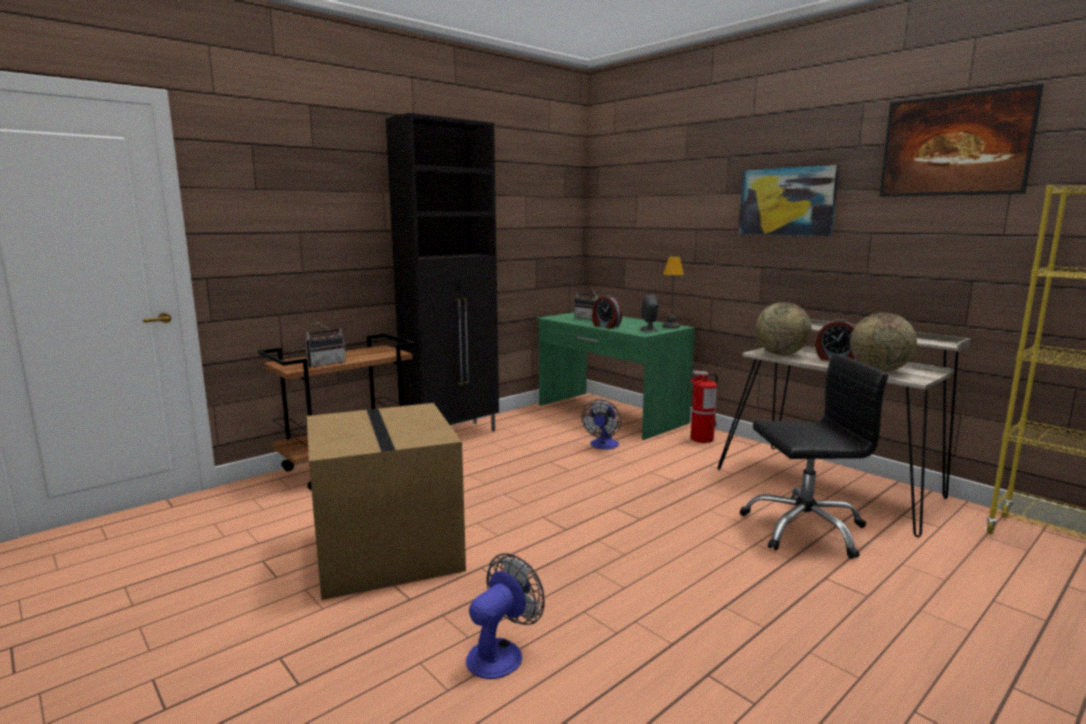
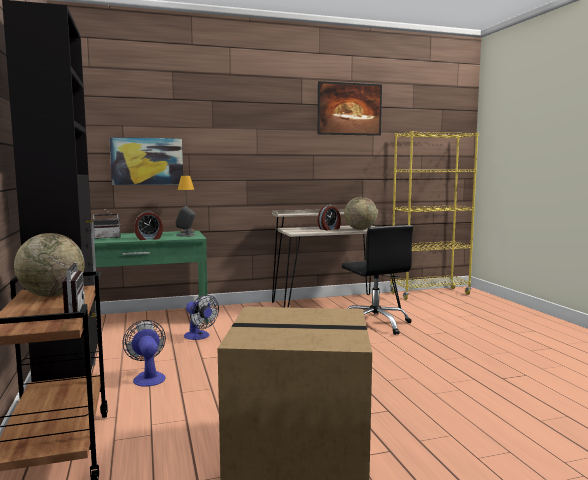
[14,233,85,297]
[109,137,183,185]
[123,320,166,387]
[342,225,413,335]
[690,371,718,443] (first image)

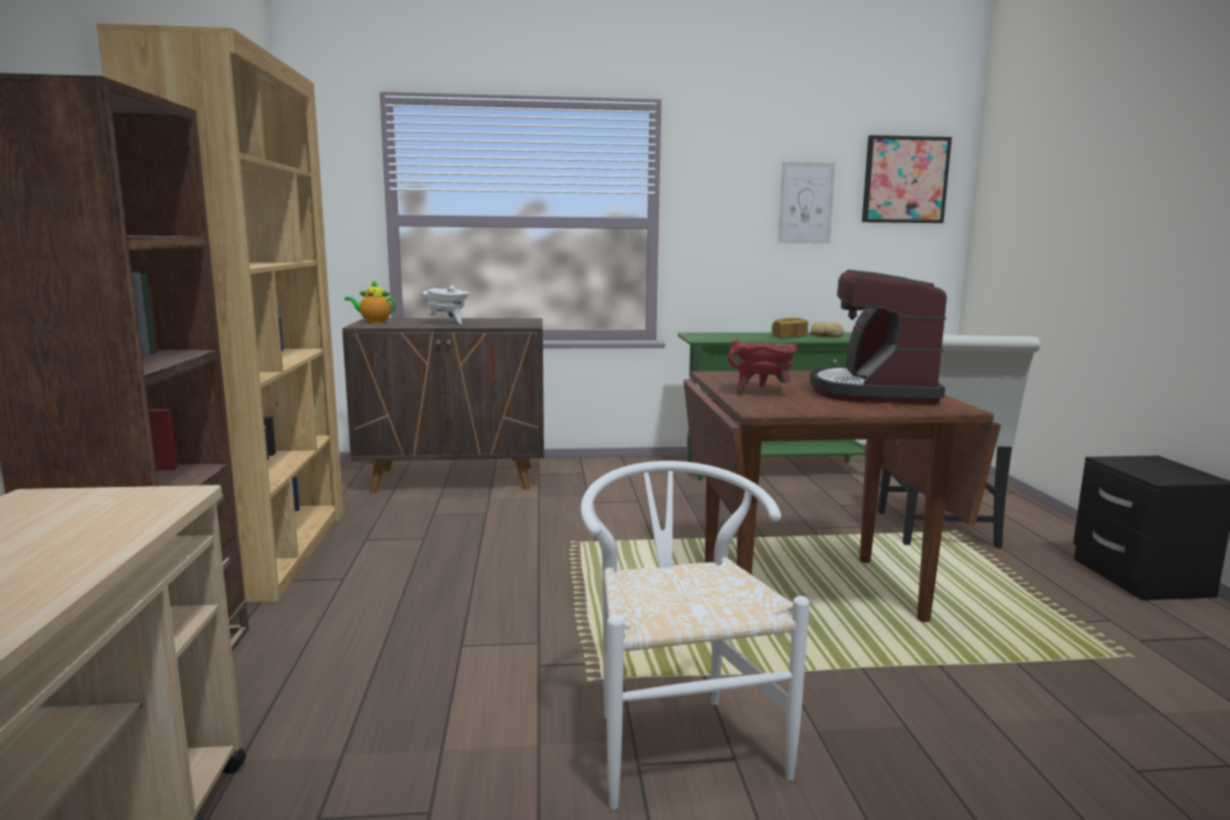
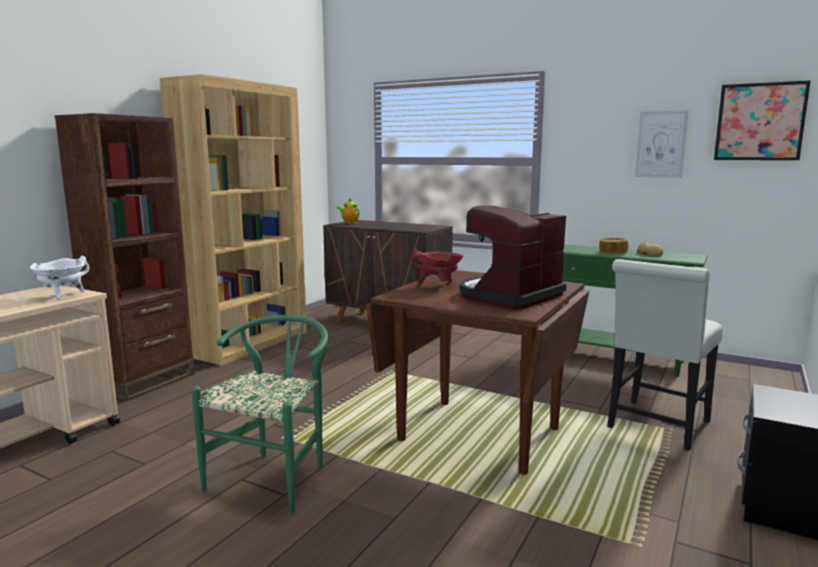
[30,256,89,300]
[191,315,328,514]

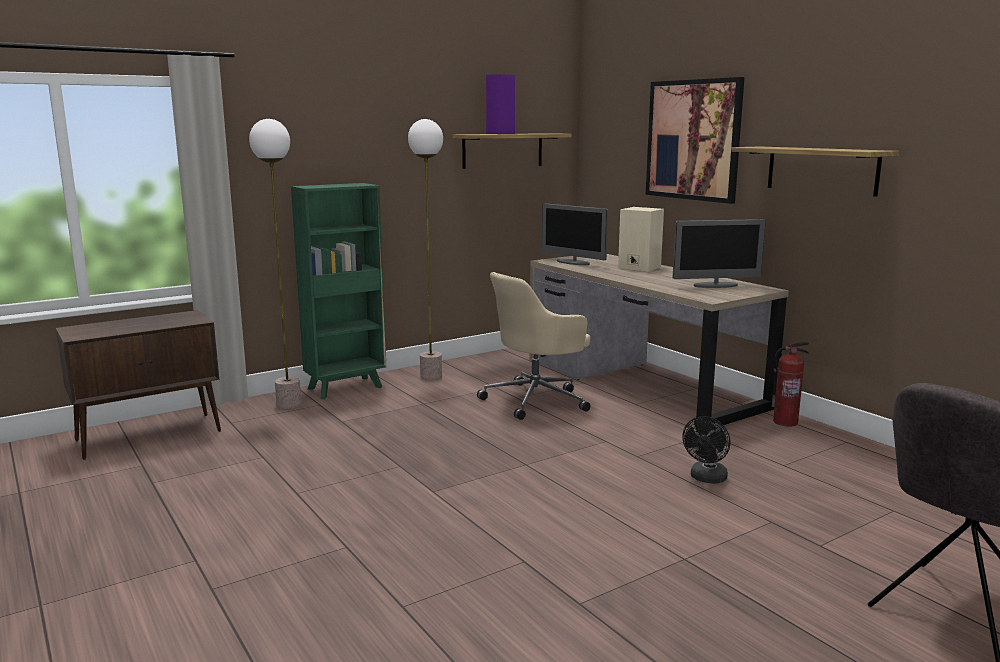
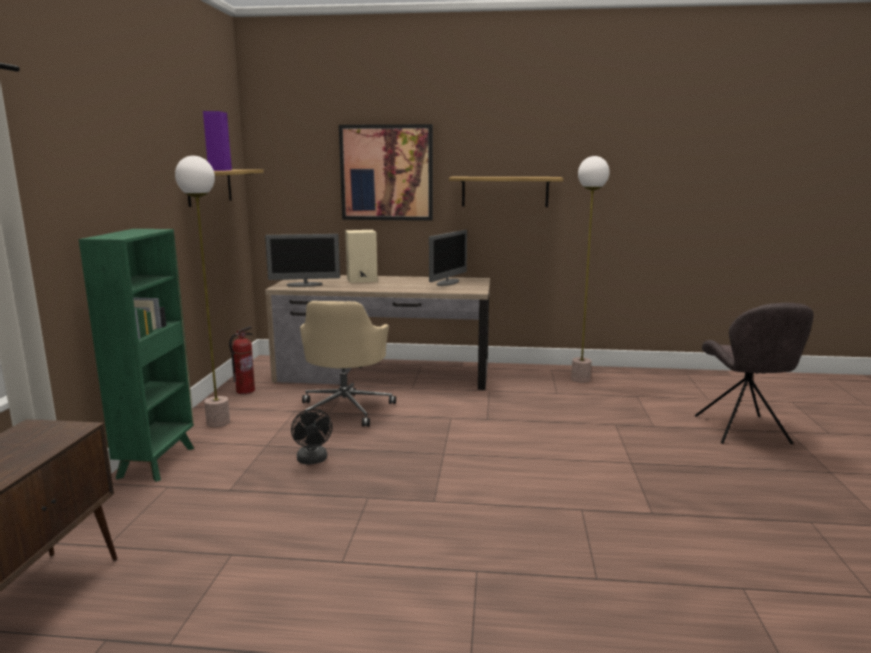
[229,326,255,394]
[291,409,333,465]
[571,156,610,383]

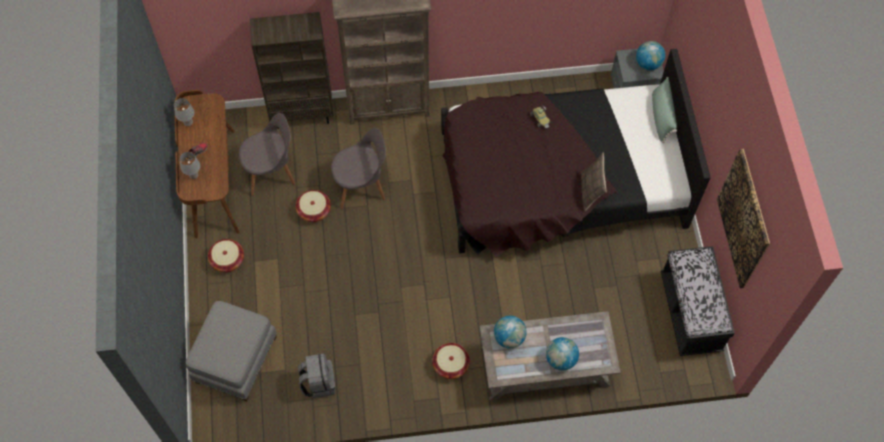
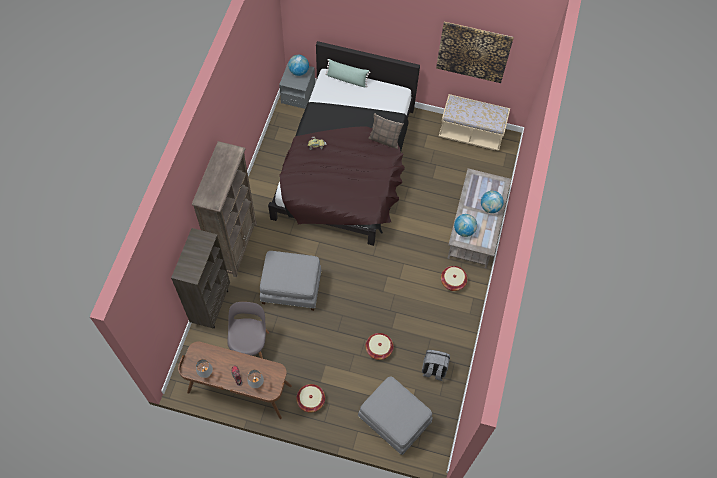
[260,251,321,311]
[366,333,393,360]
[439,94,510,151]

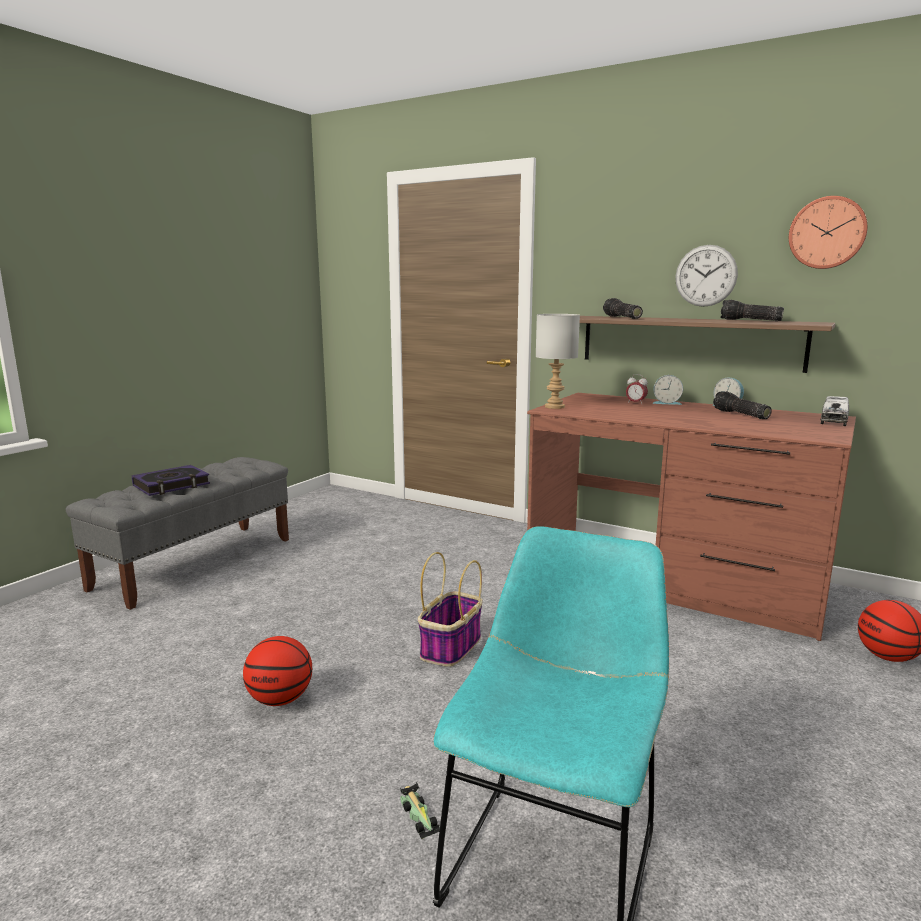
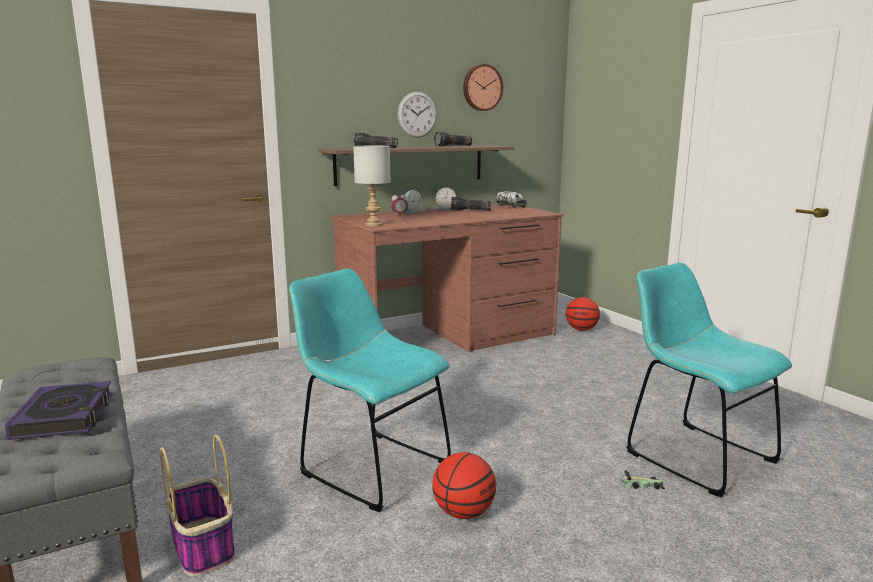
[160,435,235,577]
[289,268,451,512]

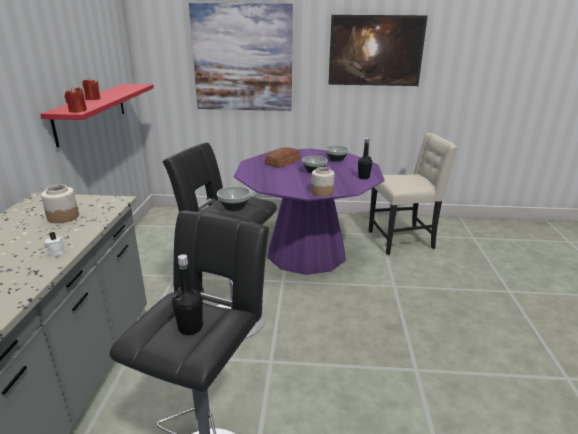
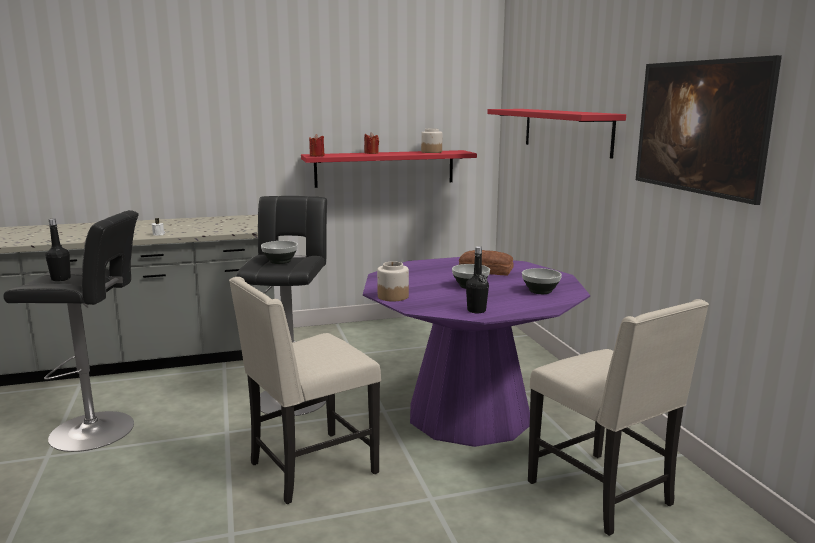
[229,277,381,504]
[421,129,442,153]
[487,109,626,159]

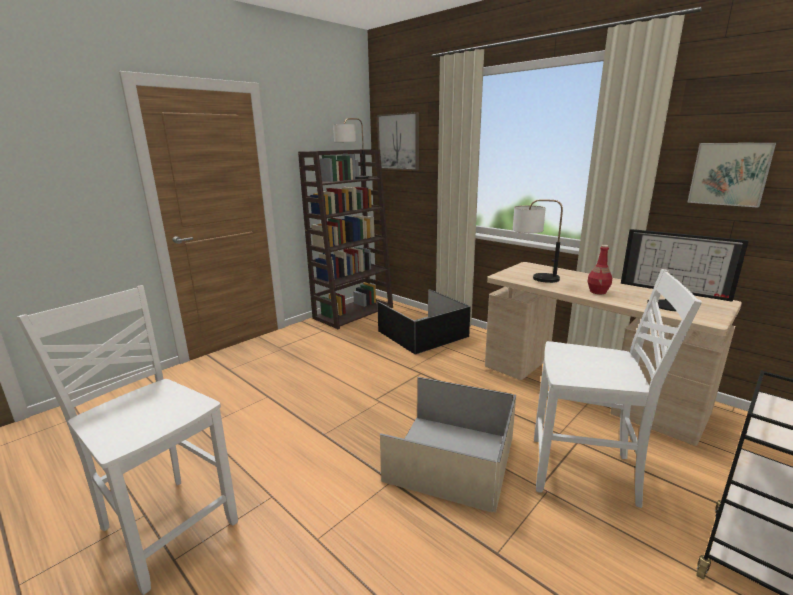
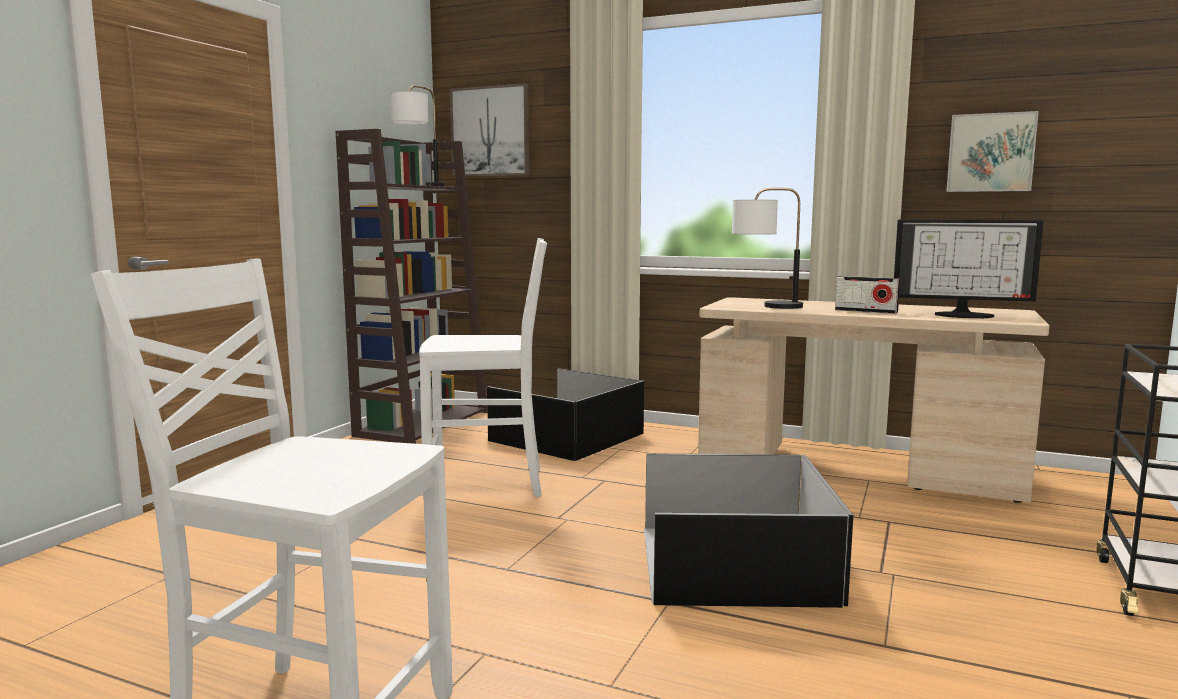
[419,238,547,500]
[644,453,853,608]
[835,276,900,314]

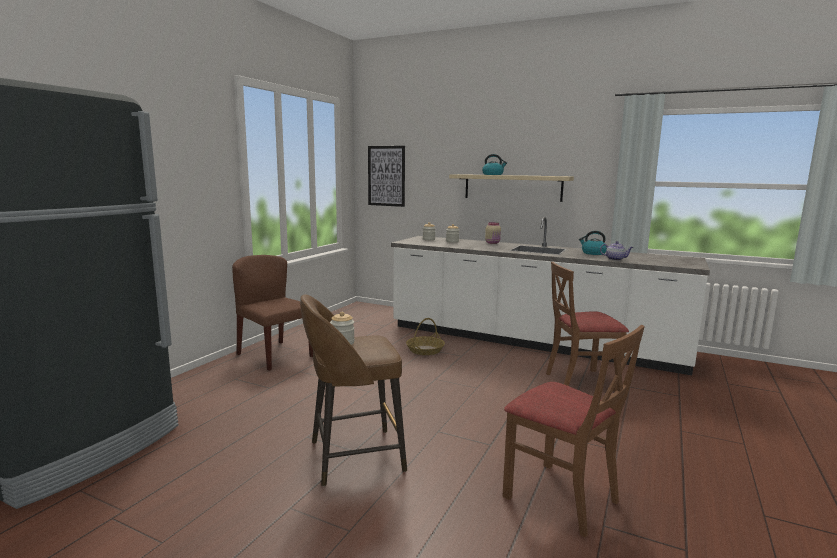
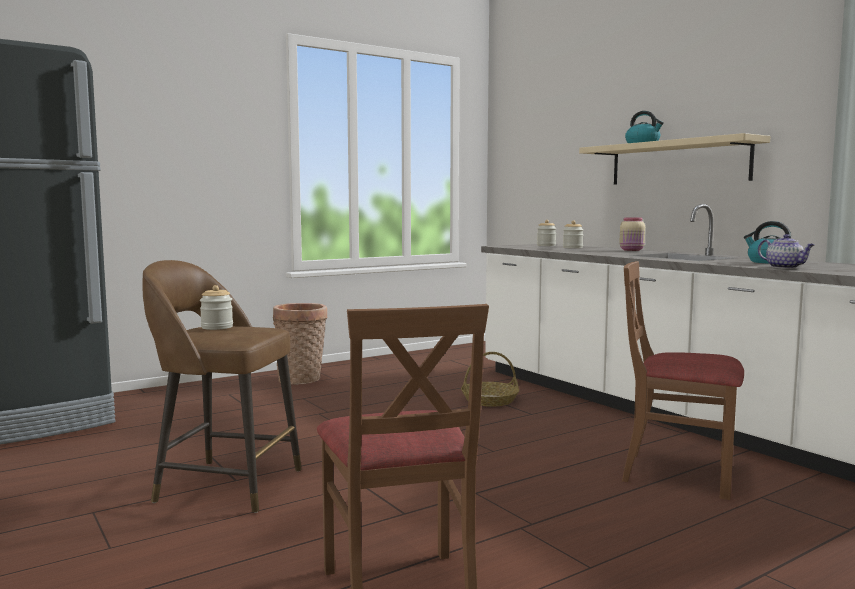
[273,303,328,385]
[368,146,405,207] (first image)

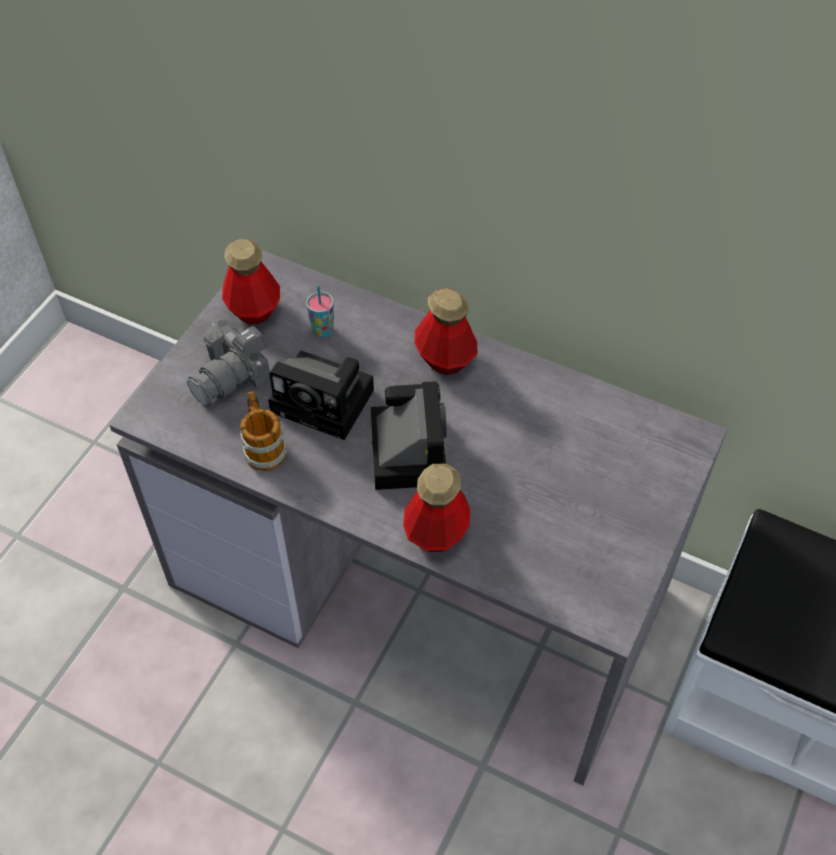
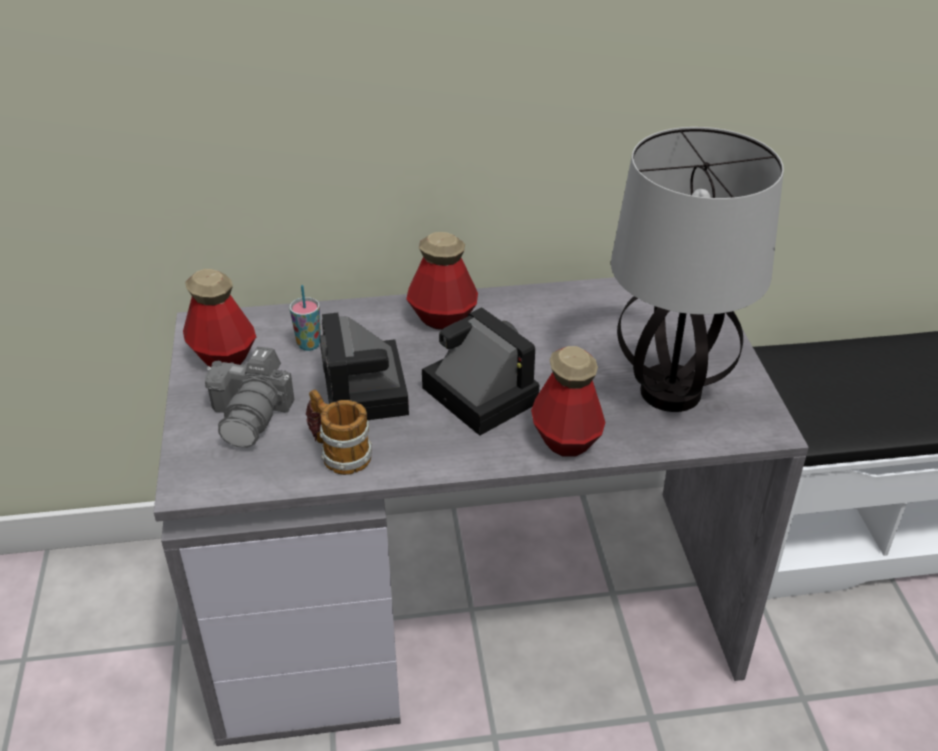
[320,313,409,420]
[611,127,784,412]

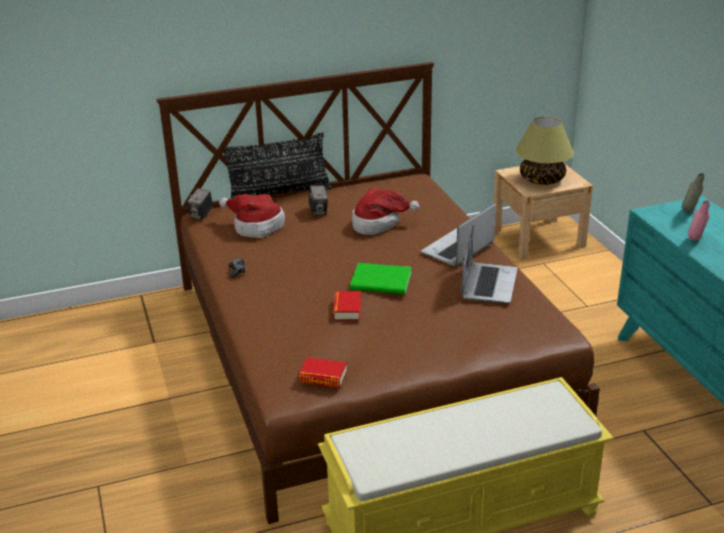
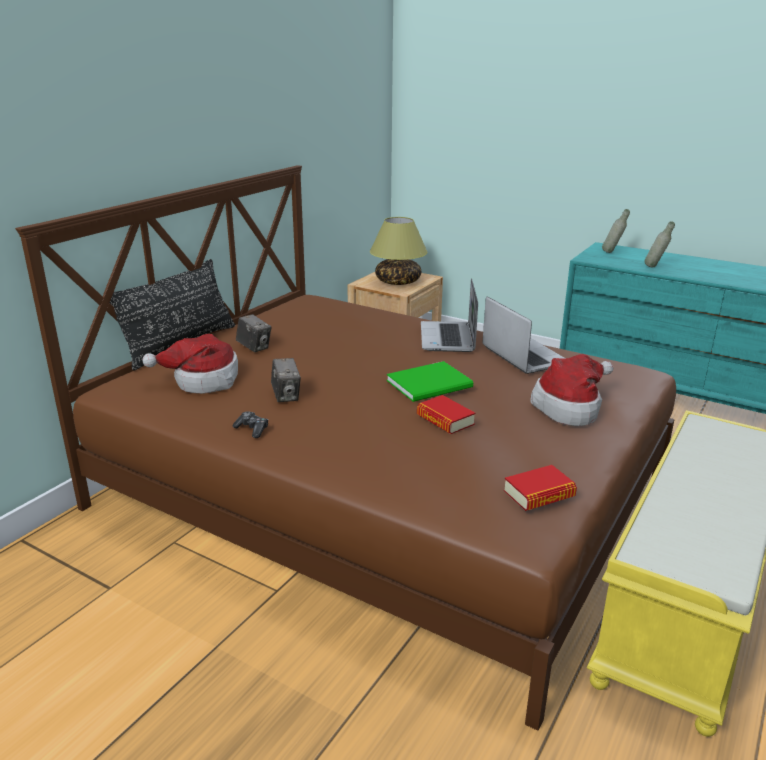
[271,358,301,402]
[530,354,614,426]
[644,221,675,267]

